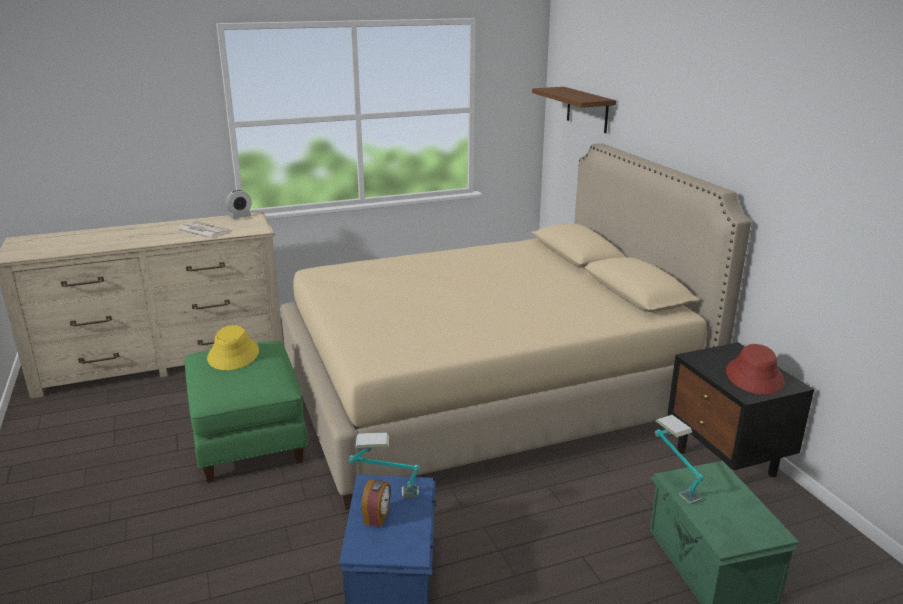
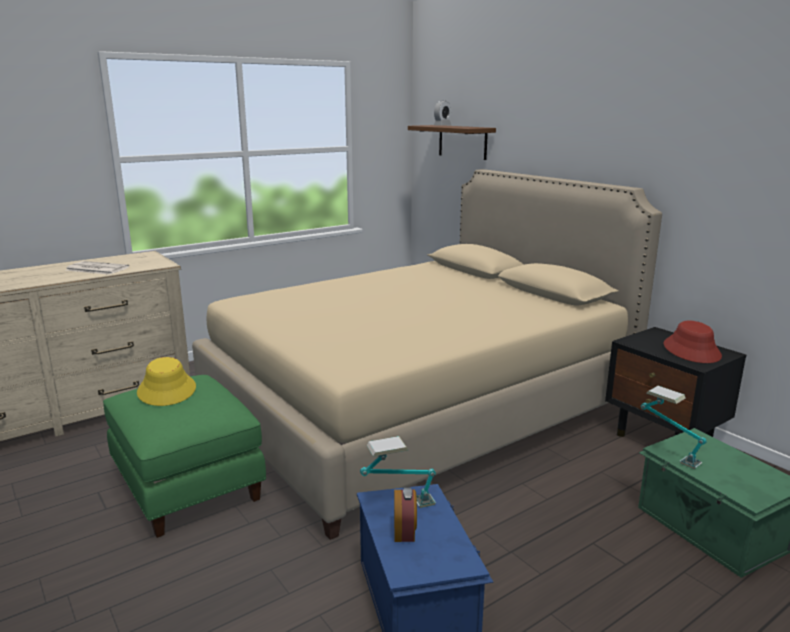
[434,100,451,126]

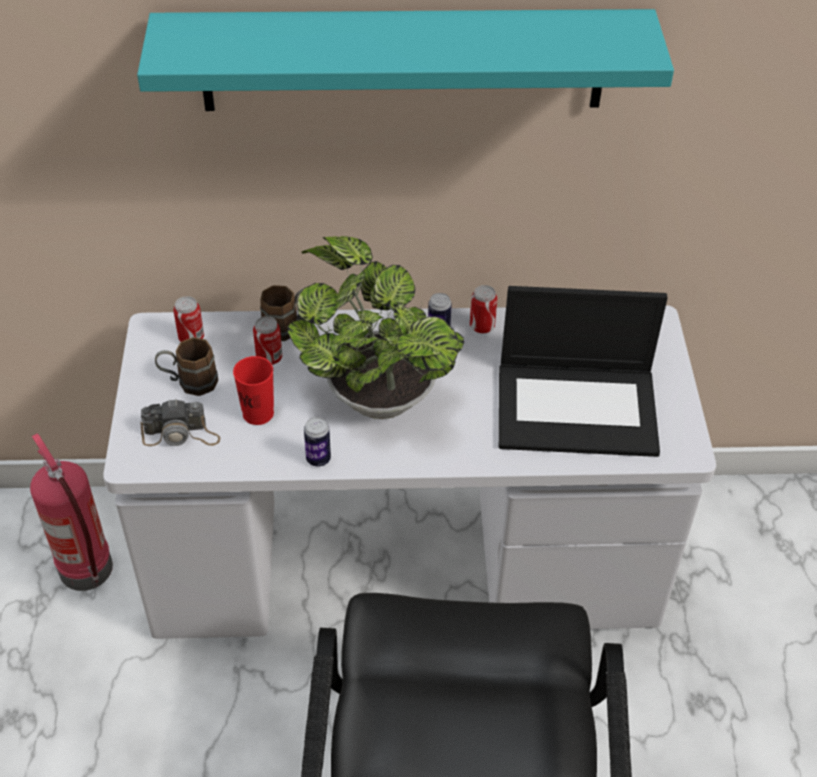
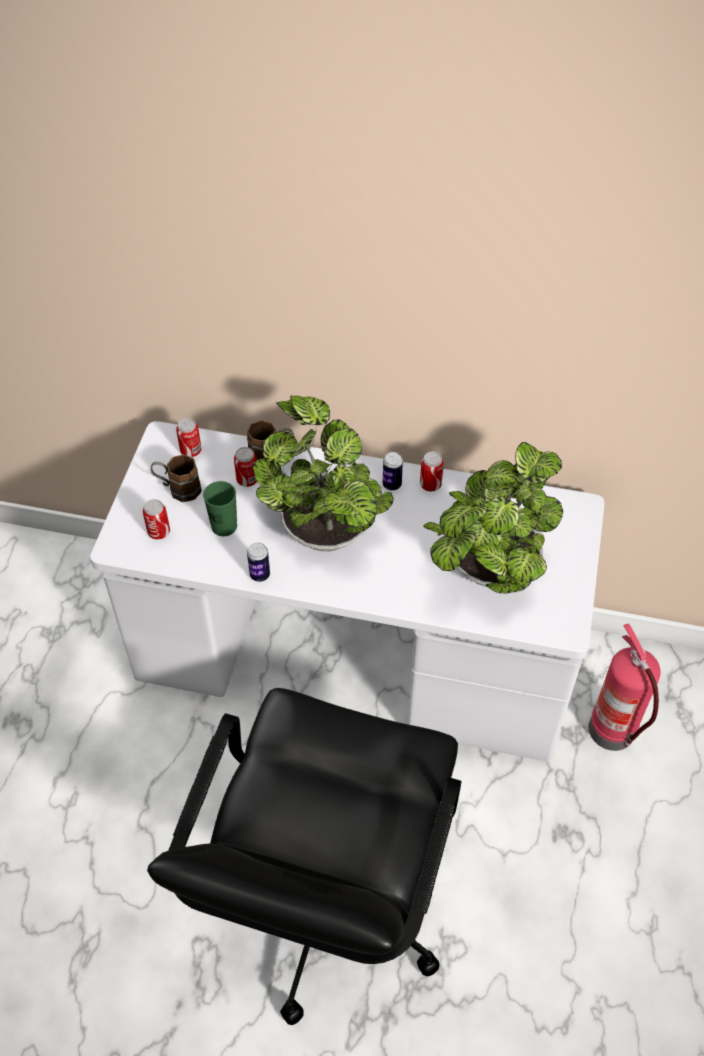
[143,499,170,540]
[203,481,237,536]
[423,442,563,593]
[589,623,661,751]
[137,9,674,111] (first image)

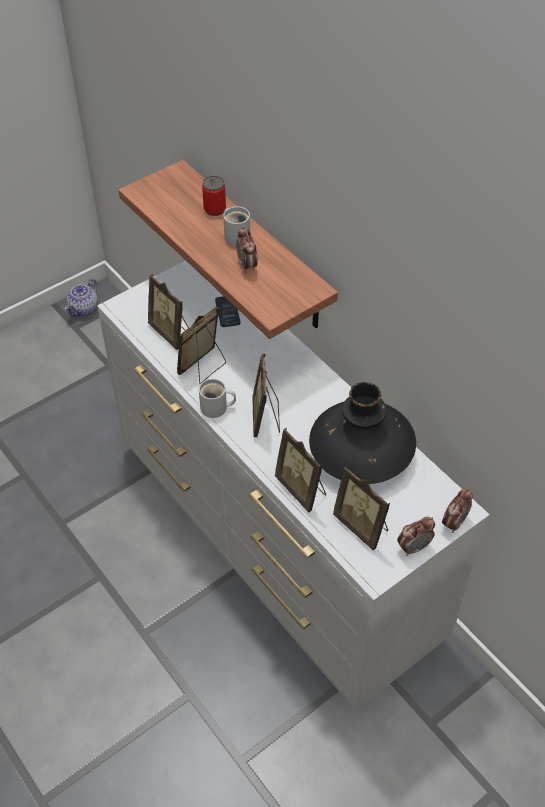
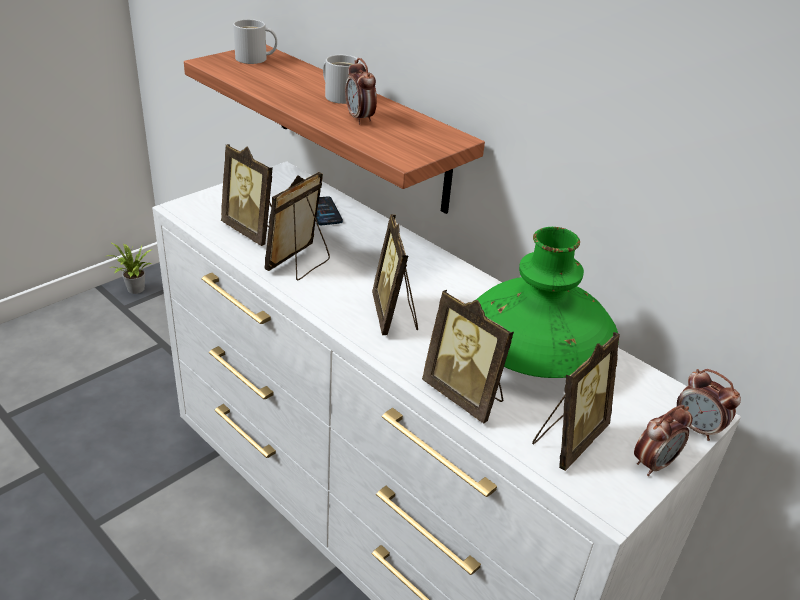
[108,242,154,294]
[233,19,277,64]
[476,227,619,378]
[532,332,620,471]
[677,369,741,441]
[202,176,226,216] (first image)

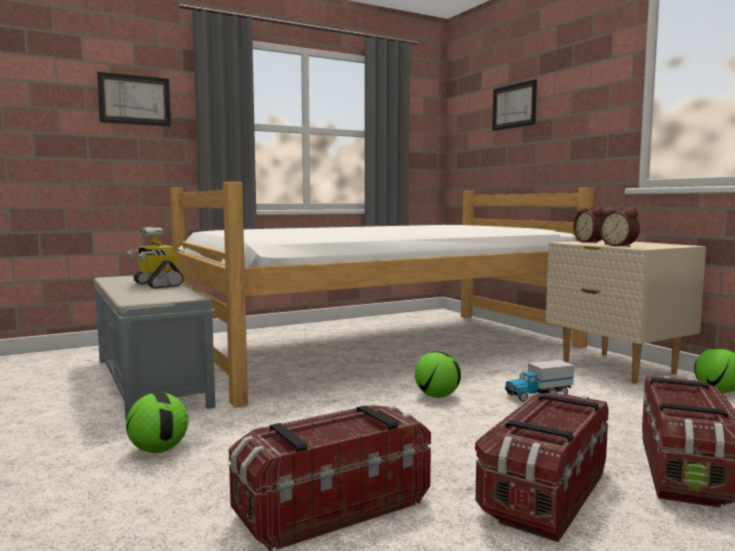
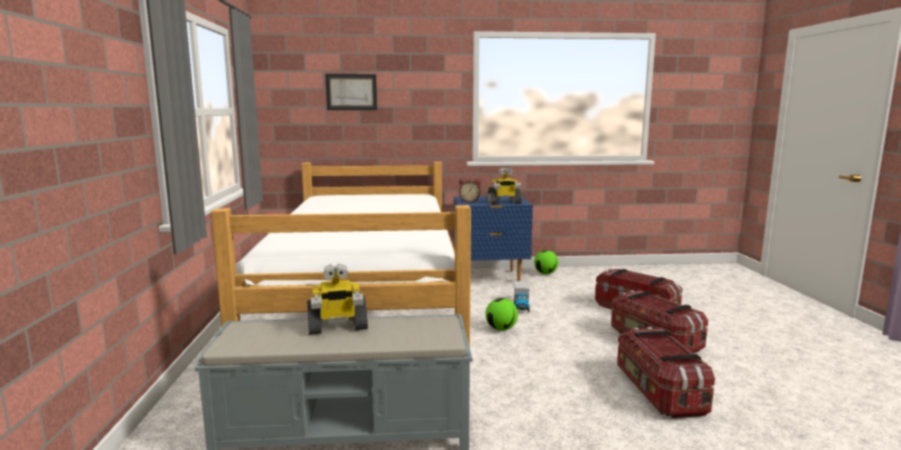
[454,196,533,281]
[487,168,522,204]
[97,72,171,126] (first image)
[126,392,188,453] (first image)

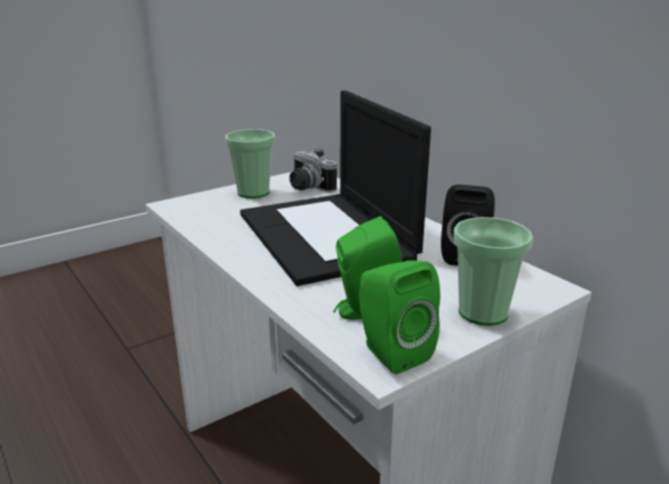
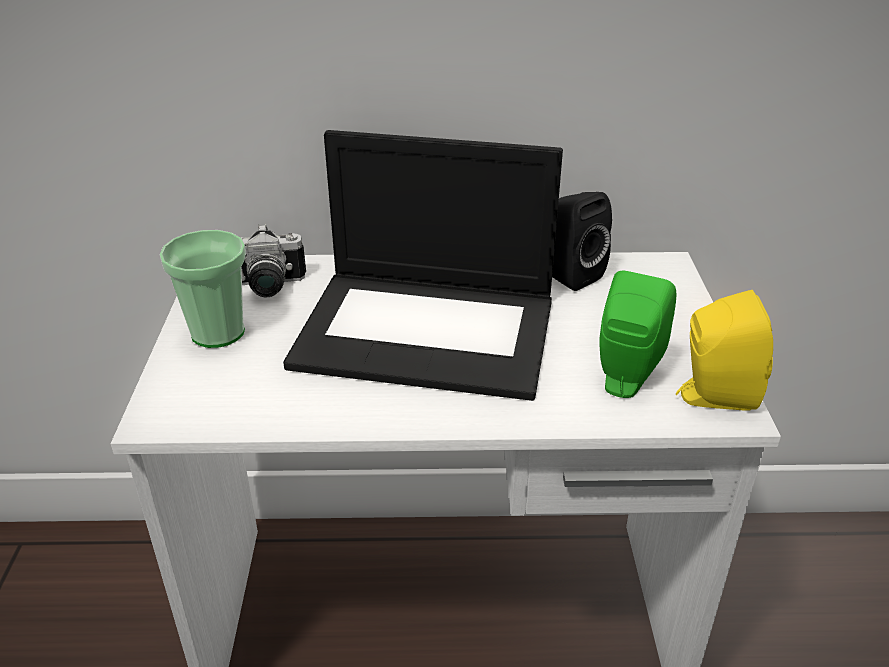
[676,290,773,411]
[454,217,533,326] (first image)

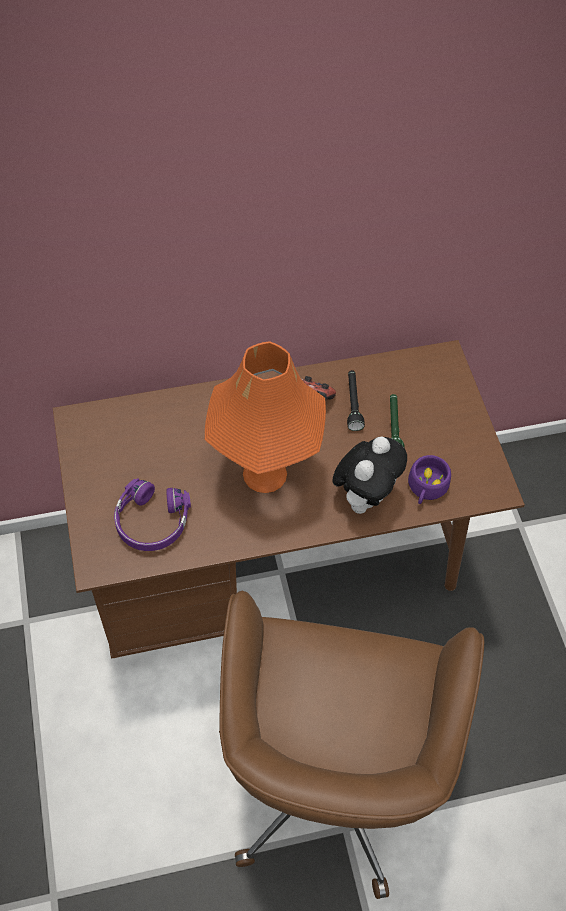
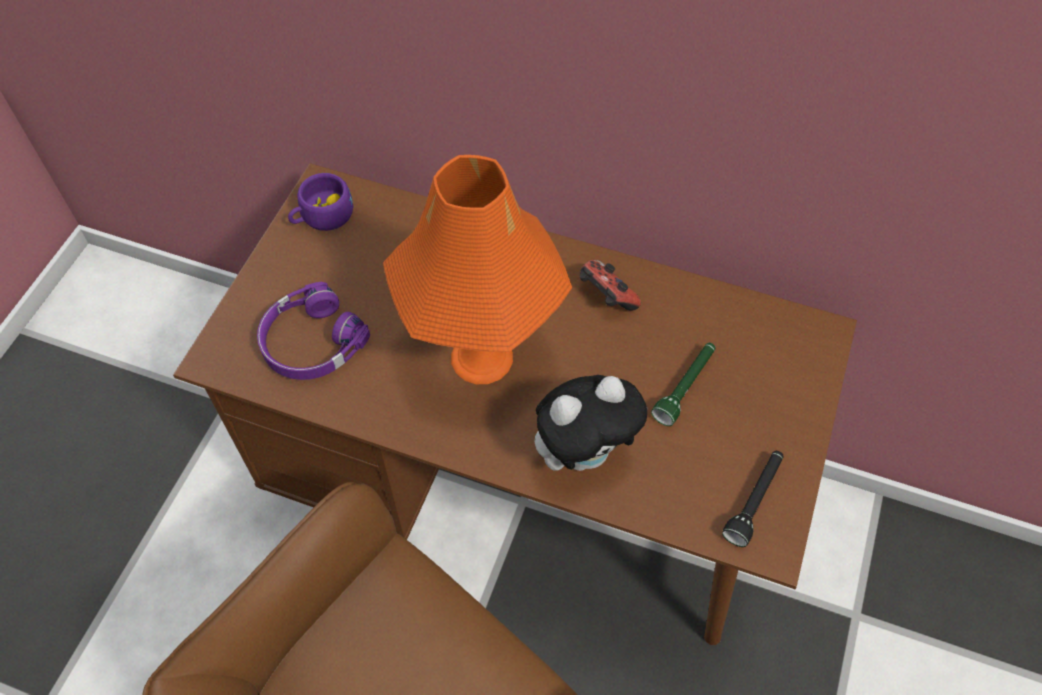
[288,173,354,231]
[722,451,784,547]

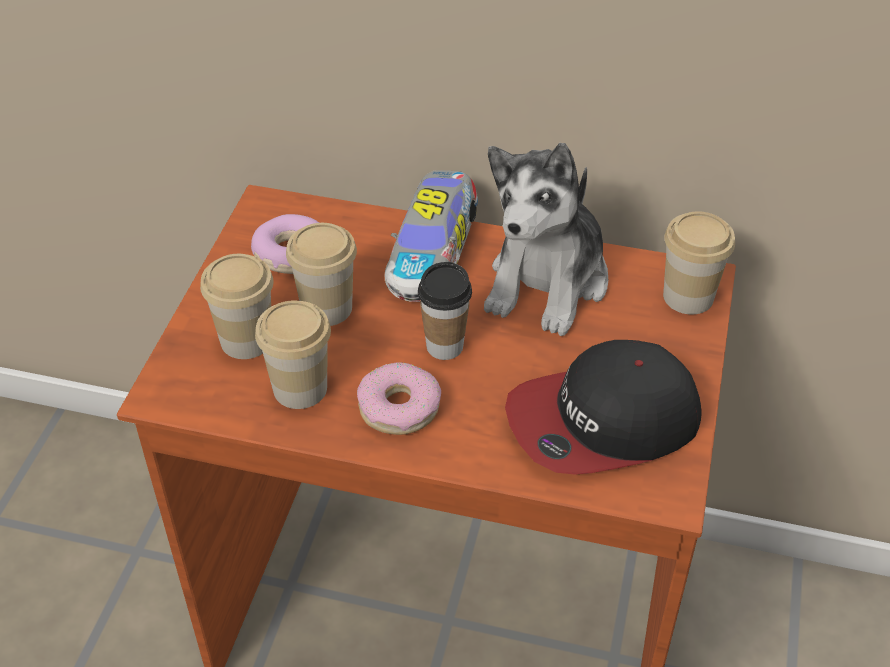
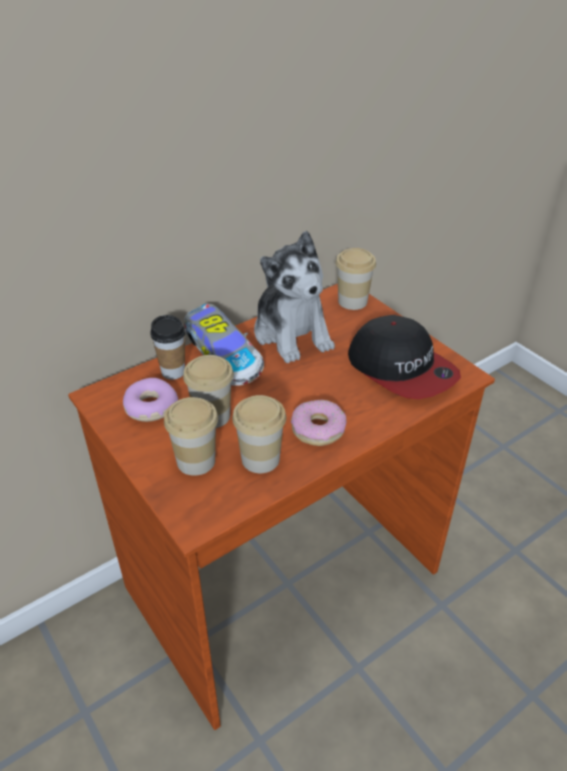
[150,315,185,380]
[348,315,461,399]

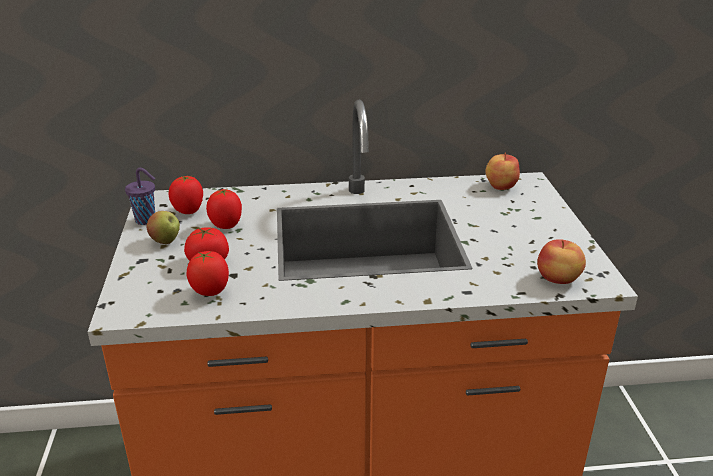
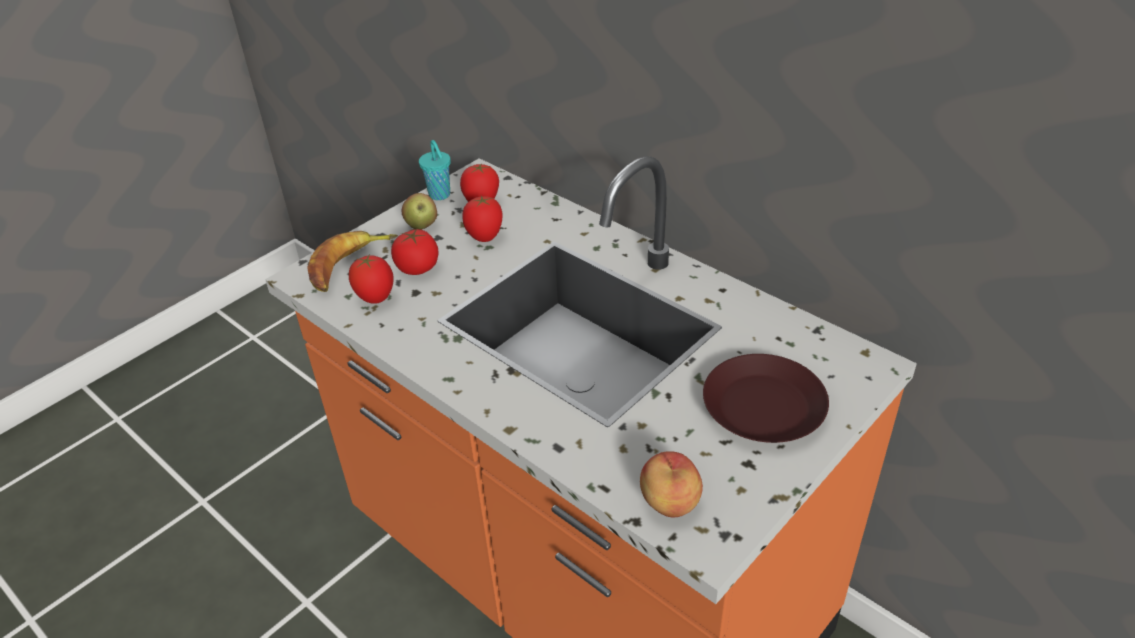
[307,231,398,292]
[419,140,451,200]
[703,354,829,443]
[485,153,520,190] (first image)

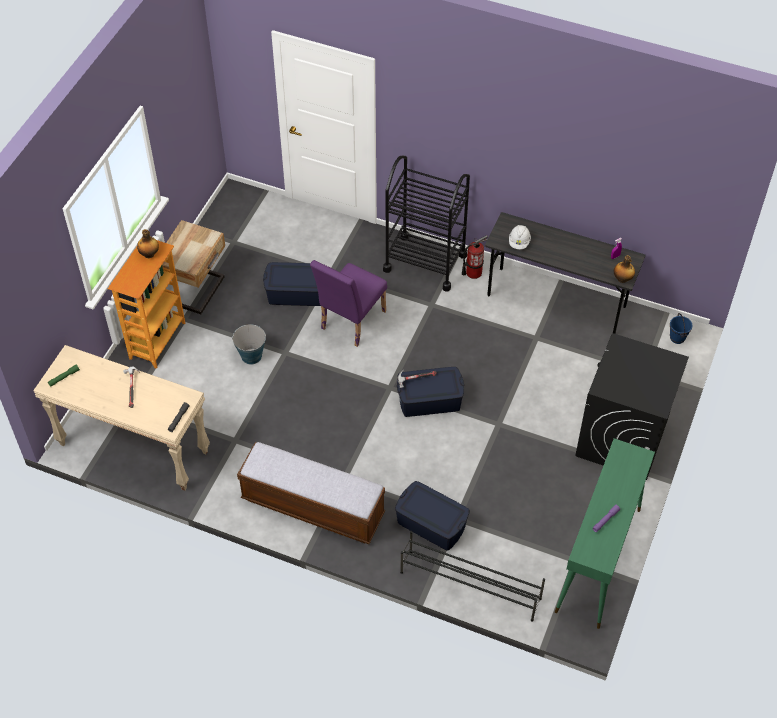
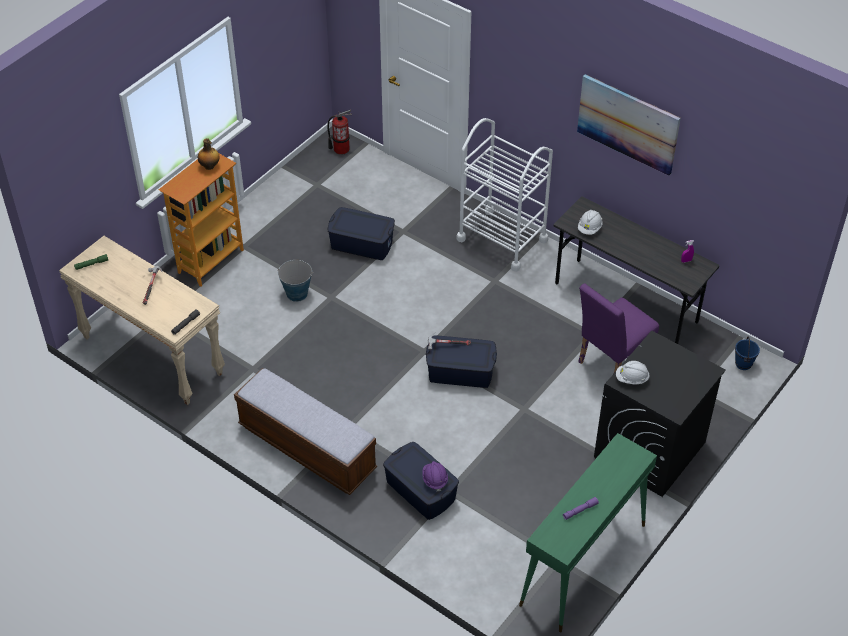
[327,110,352,155]
[422,461,448,492]
[456,118,553,272]
[577,74,681,176]
[578,284,659,373]
[616,361,650,384]
[162,220,225,314] (first image)
[400,531,545,622] (first image)
[614,255,635,283] (first image)

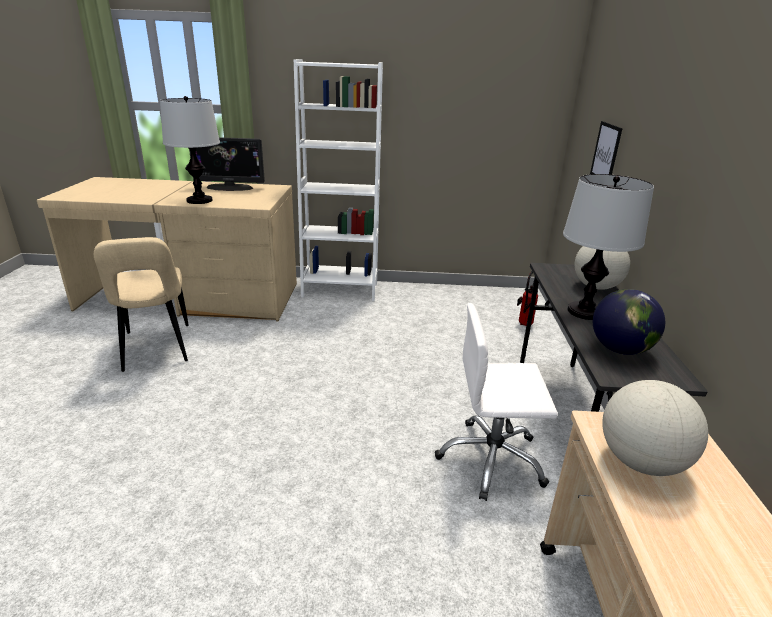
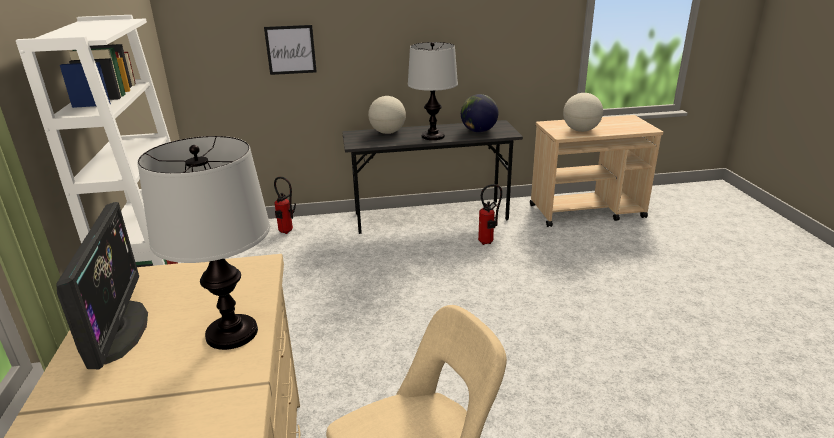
[478,184,502,245]

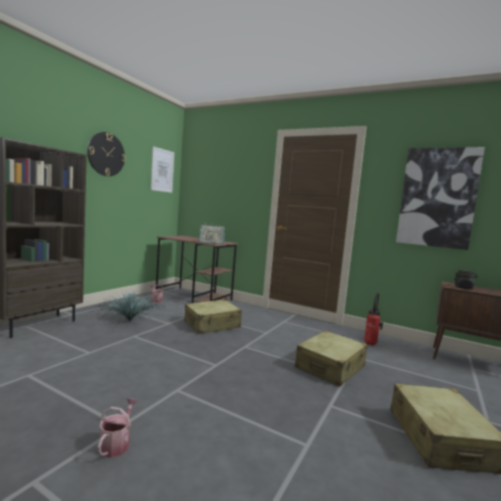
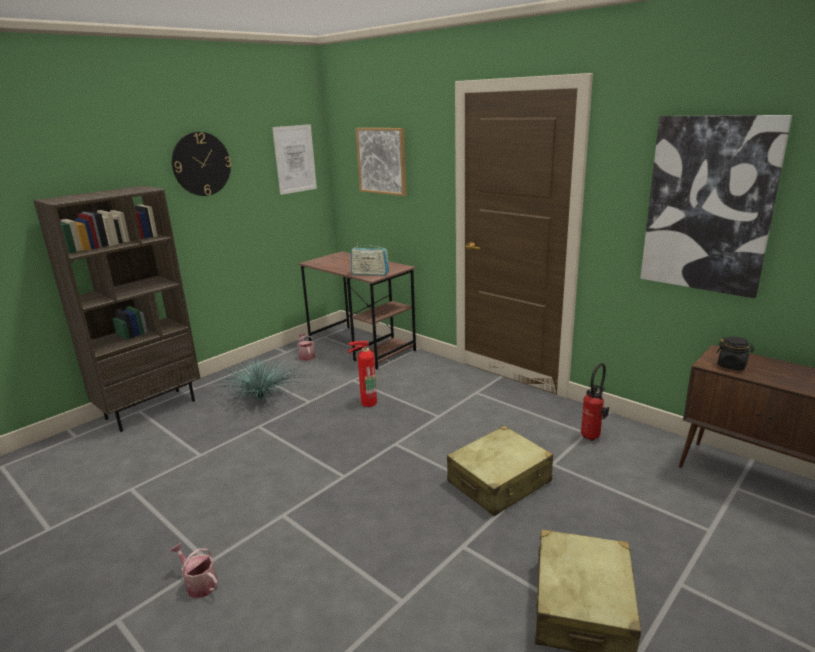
[170,543,218,598]
[348,341,377,407]
[355,128,407,196]

